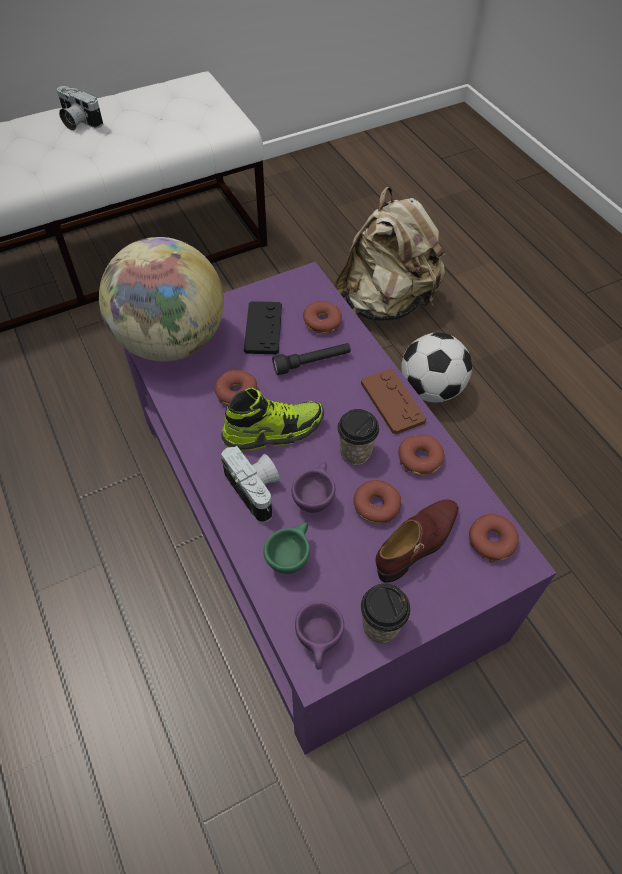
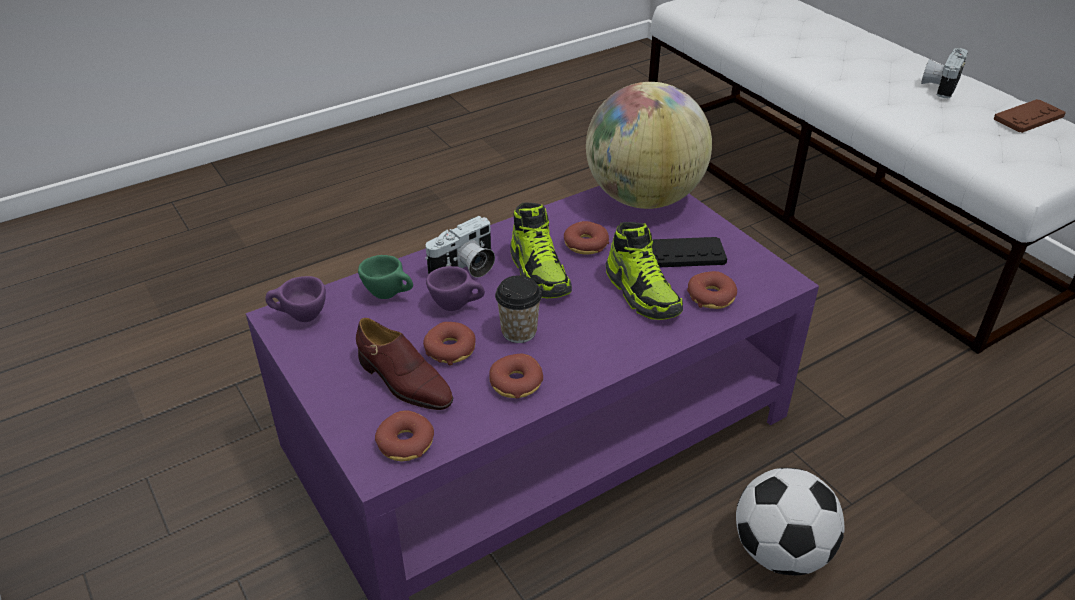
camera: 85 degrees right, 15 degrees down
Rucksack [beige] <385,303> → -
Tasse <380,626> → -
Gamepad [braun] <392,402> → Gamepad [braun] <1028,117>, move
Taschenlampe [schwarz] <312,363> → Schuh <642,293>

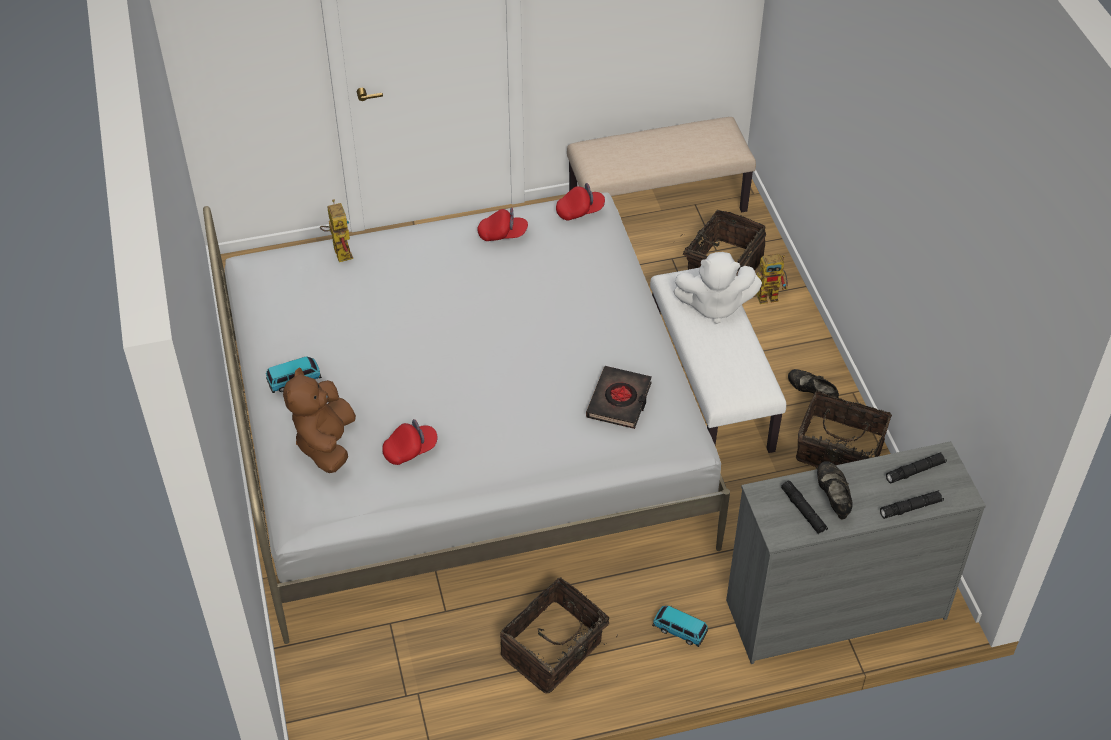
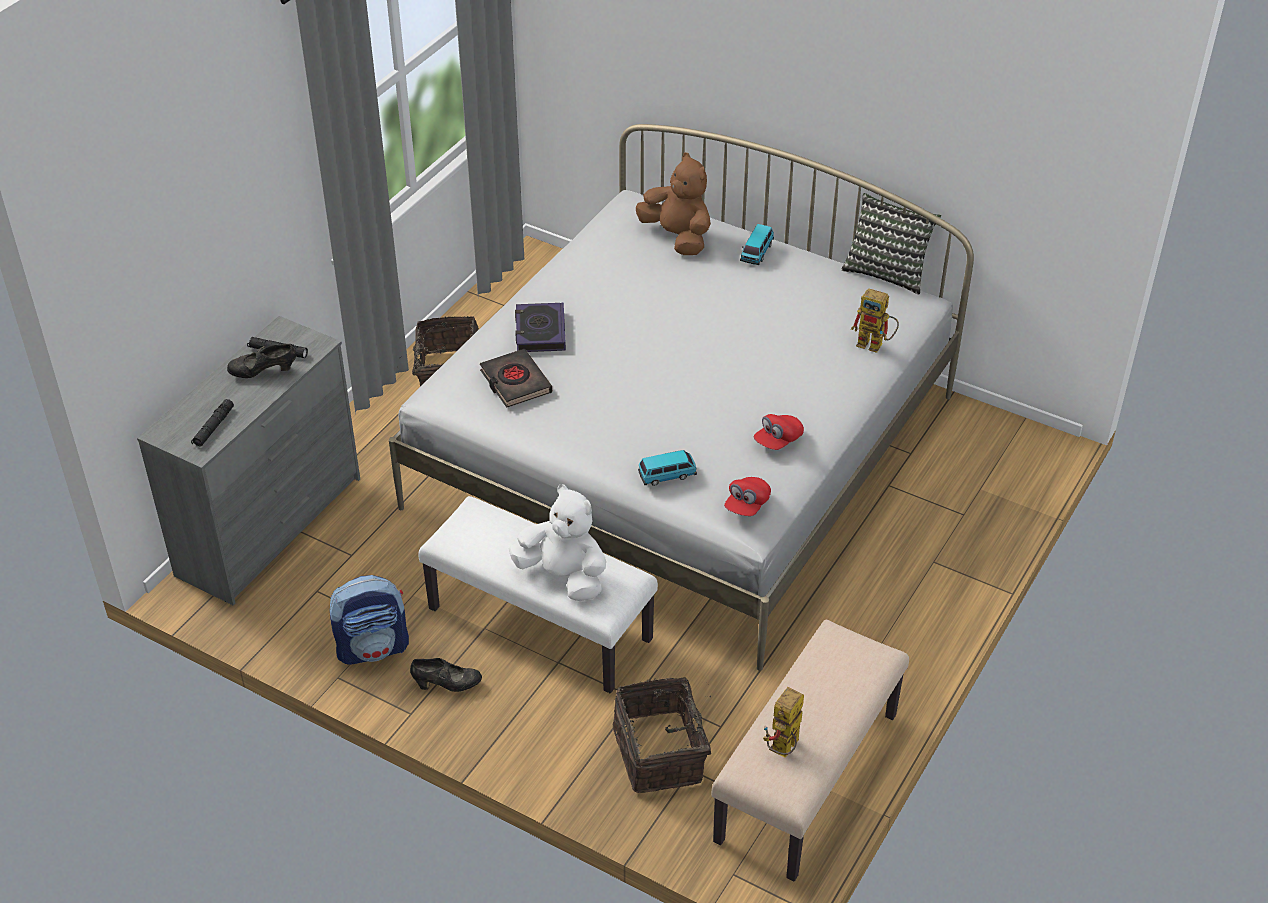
camera: 135 degrees right, 5 degrees down
Kappe [rot] <410,450> → -
Taschenlampe [schwarz] <910,508> → -
- → Buch <540,332>
- → Kissen <887,271>
Spielzeugauto <679,630> → Spielzeugauto <667,475>, move
Spielzeugroboter <771,295> → Spielzeugroboter <783,751>, move
Korb <838,452> → Rucksack <373,647>
Plüschtier [weiß] <714,305> → Plüschtier [weiß] <563,576>, 75 degrees clockwise
Schuh [schwarz] <833,497> → Schuh [schwarz] <263,372>, 135 degrees clockwise

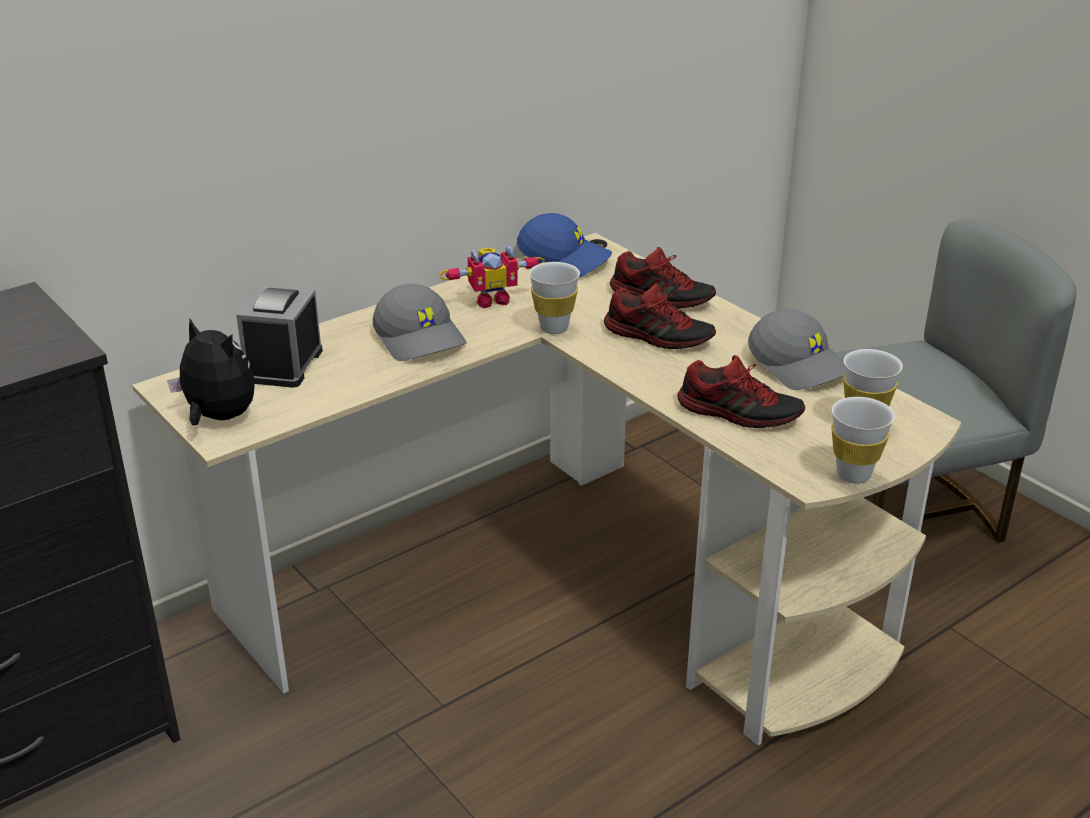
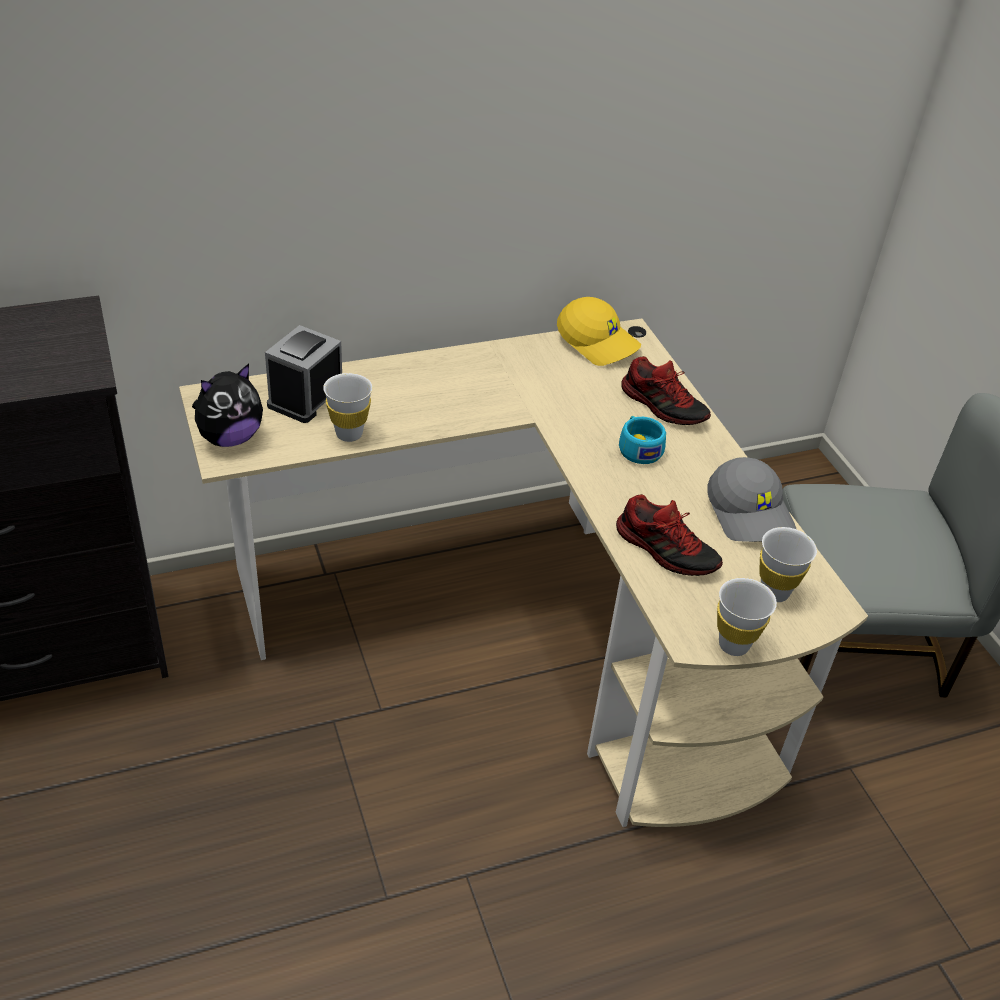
camera: 15 degrees right, 10 degrees up
Kappe [grau] <421,338> → -
Spielzeugroboter <491,299> → -
Tasse [weiß] <554,328> → Tasse [weiß] <349,434>, move
Schuh <658,336> → Tasse [türkis] <638,448>
Kappe [blau] <565,258> → Kappe [gelb] <598,342>
Plüschtier <218,418> → Plüschtier <230,438>, 90 degrees clockwise

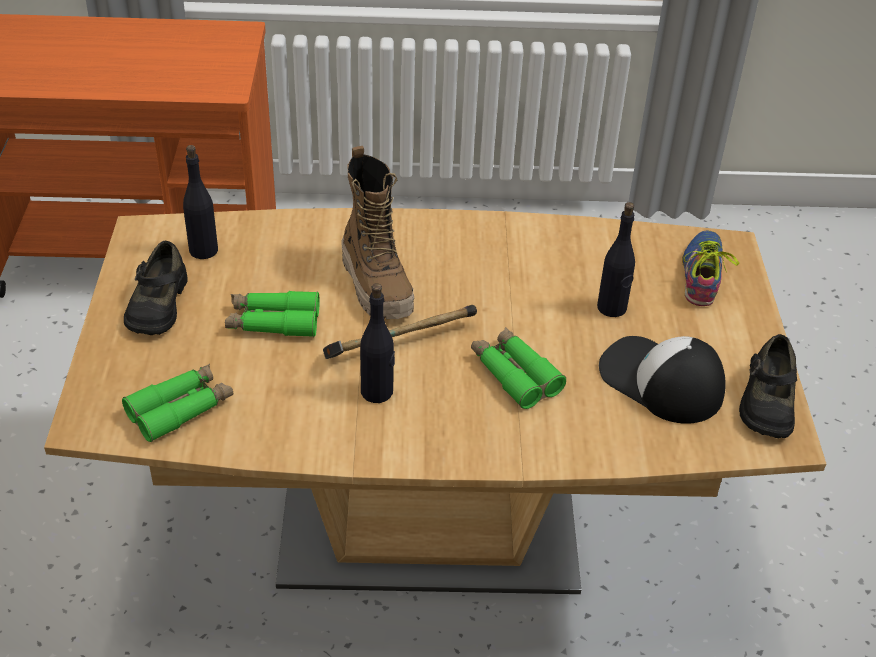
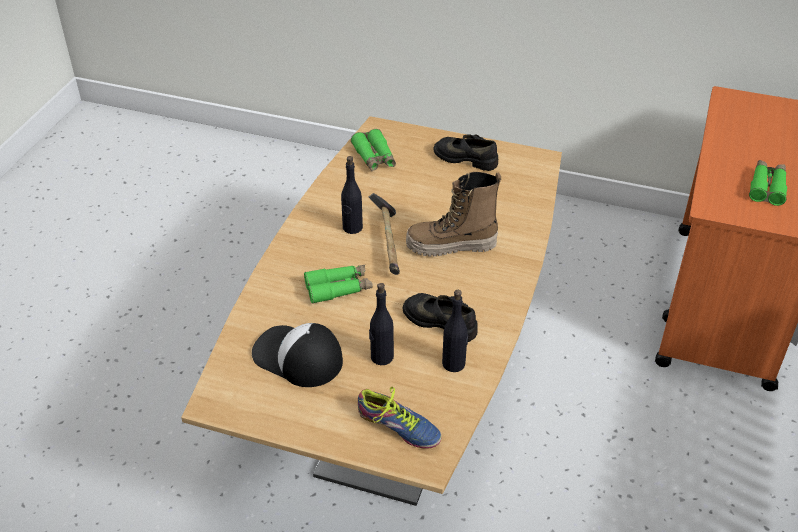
camera: 110 degrees right, 0 degrees up
Flasche [schwarz] <203,250> → Flasche [schwarz] <454,364>, move
Fernglas [grün] <273,322> → Fernglas [grün] <767,187>, move
Schuh [schwarz] <766,402> → Schuh [schwarz] <440,321>, move
Kappe <660,381> → Kappe <297,357>, 120 degrees counterclockwise

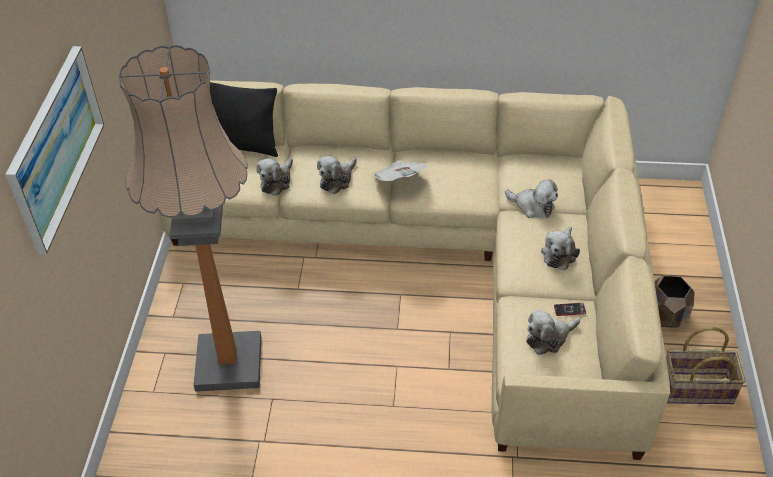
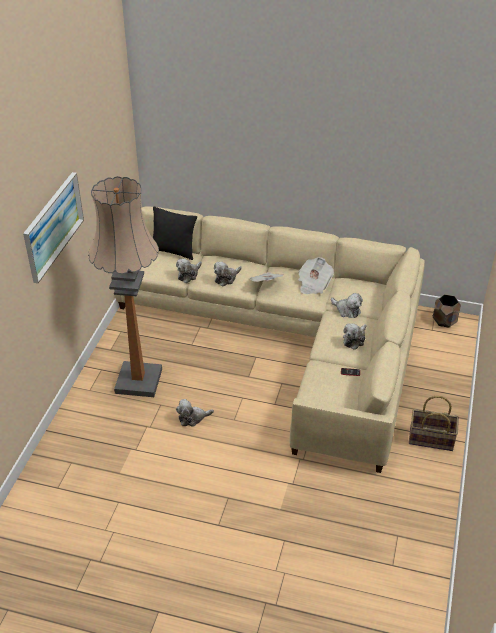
camera: 10 degrees right, 5 degrees down
- → Zeitung <313,284>
Plüschtier <549,338> → Plüschtier <192,418>, move
Pflanzkübel [braun] <665,316> → Pflanzkübel [braun] <444,321>, move

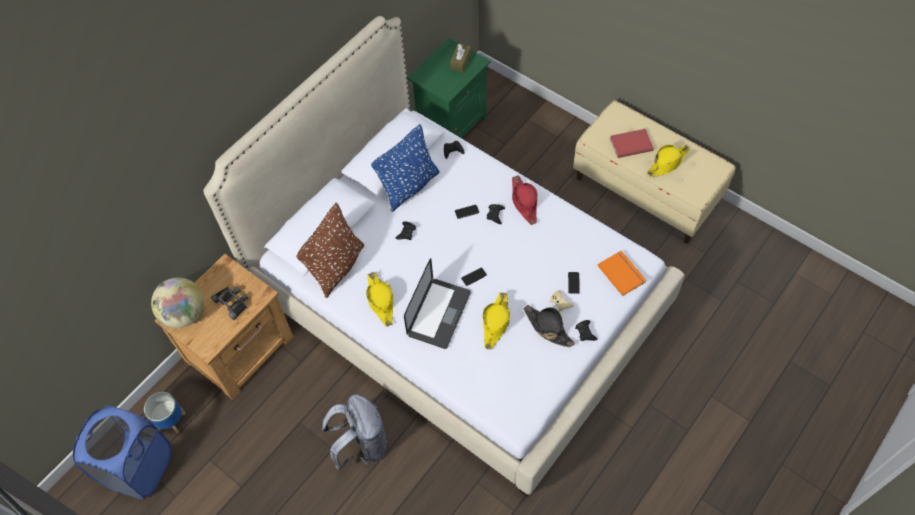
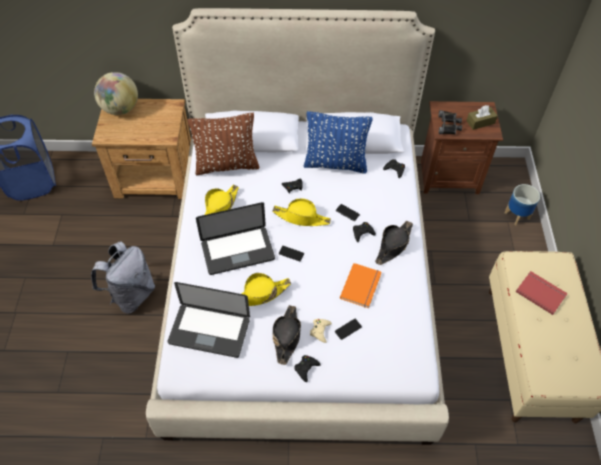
camera: 50 degrees right, 5 degrees down
- → Laptop <209,331>
Pflanzkübel <172,420> → Pflanzkübel <517,215>, move
Fernglas [schwarz] <233,302> → Fernglas [schwarz] <449,125>, move
Buch [orange] <622,273> → Buch [orange] <362,286>, move
Hut [gelb] <667,163> → Hut [gelb] <301,217>, move
Nachttisch [grün] <450,125> → Nachttisch [braun] <448,176>
Hut [rot] <524,202> → Hut [schwarz] <393,245>

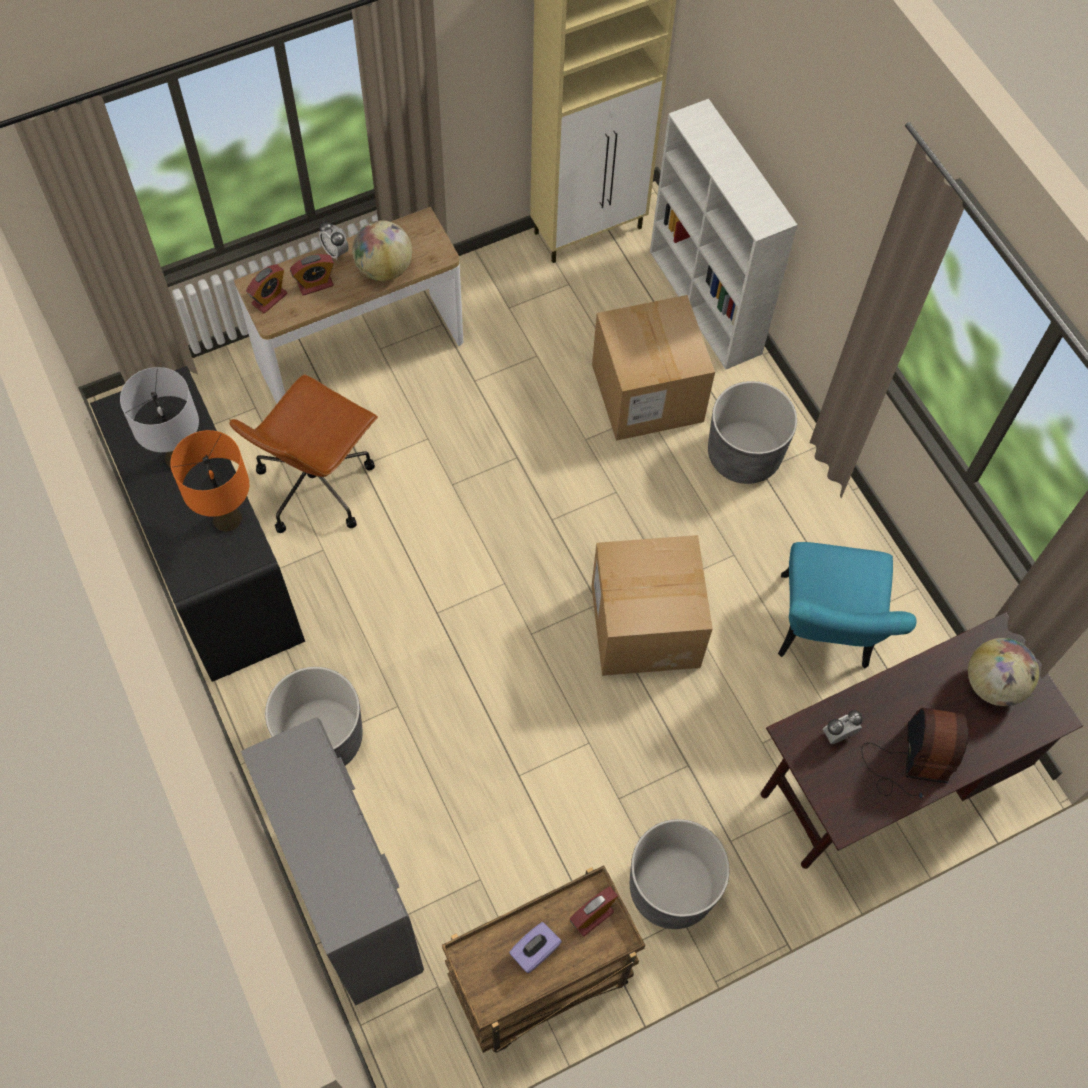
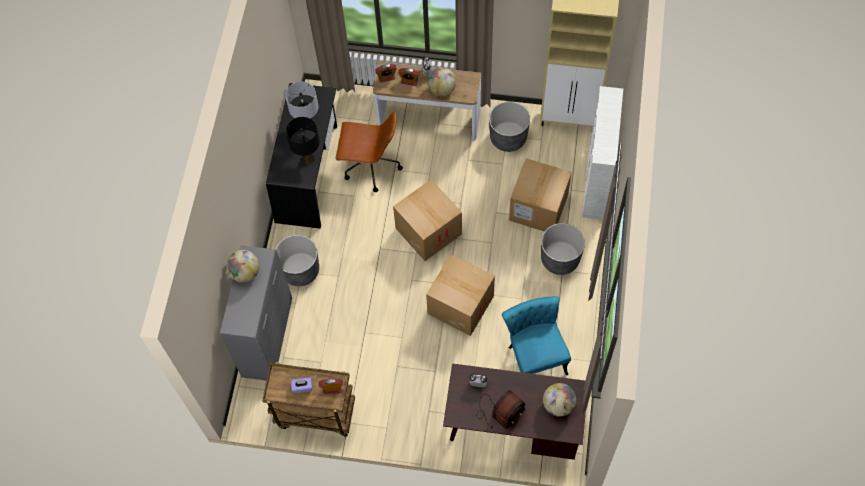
camera: 40 degrees right, 0 degrees up
- → Globus <245,272>
- → Karton <428,231>
Pflanzkübel [grau] <671,888> → Pflanzkübel [grau] <508,137>, move
Tischlampe [orange] <227,518> → Tischlampe [schwarz] <308,158>
Bürostuhl [braun] <316,483> → Bürostuhl [braun] <370,166>, 150 degrees counterclockwise
Stuhl [türkis] <824,633> → Stuhl [türkis] <534,354>, 120 degrees clockwise

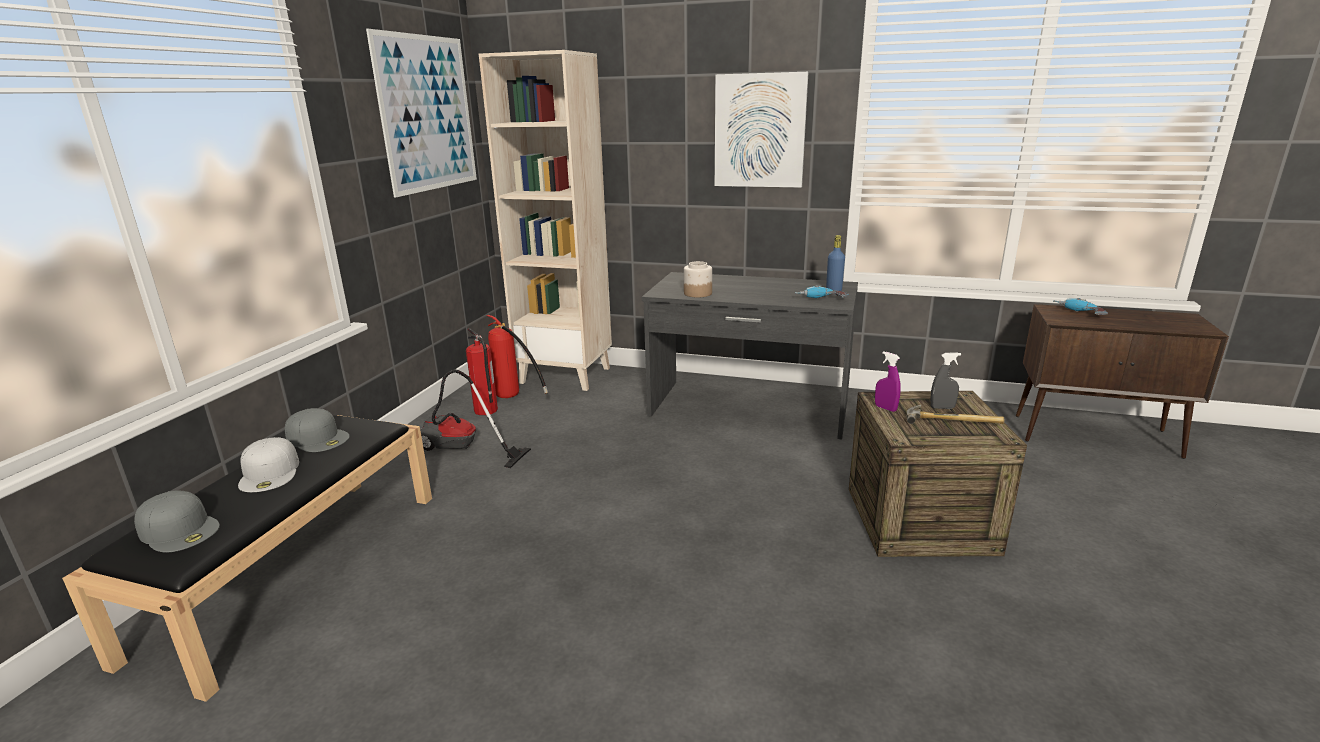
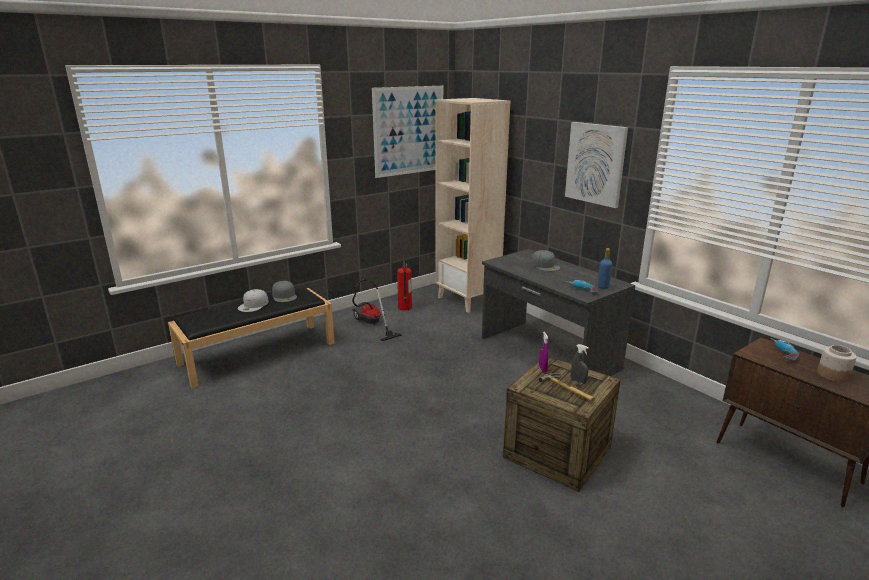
camera: 35 degrees right, 0 degrees up
Feuerlöscher <515,398> → -
Kappe [grau] <180,529> → Kappe [grau] <545,265>, move
Vorratsglas <697,293> → Vorratsglas <832,375>, move

